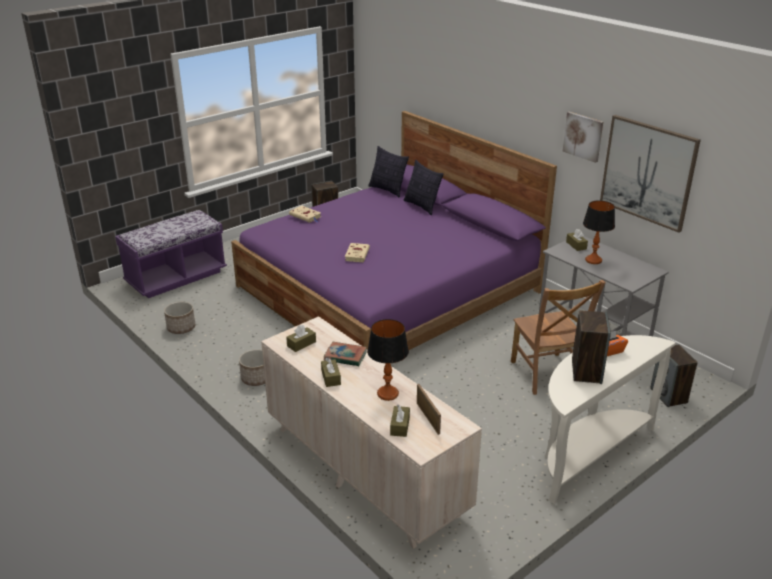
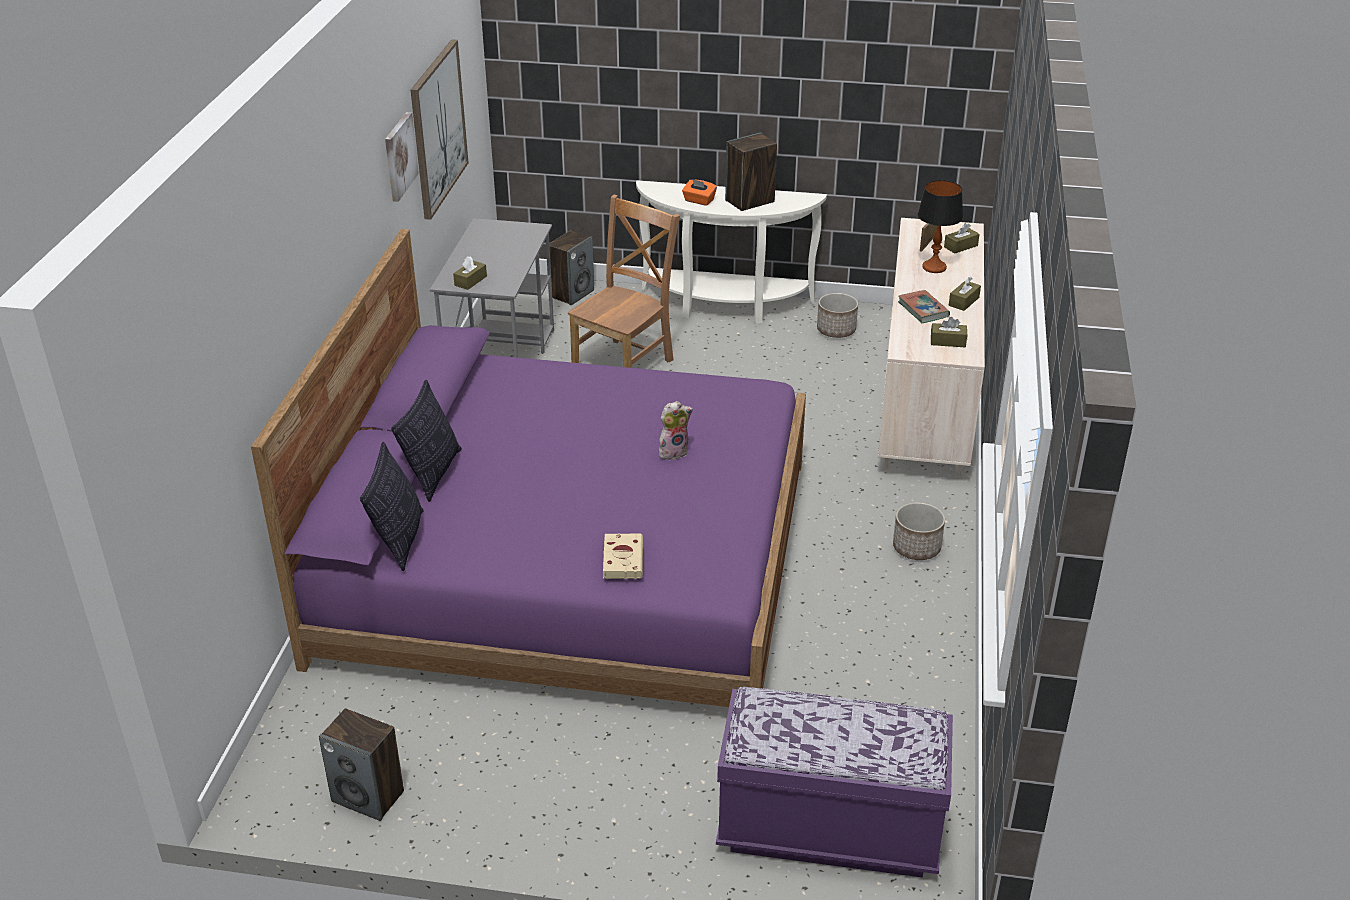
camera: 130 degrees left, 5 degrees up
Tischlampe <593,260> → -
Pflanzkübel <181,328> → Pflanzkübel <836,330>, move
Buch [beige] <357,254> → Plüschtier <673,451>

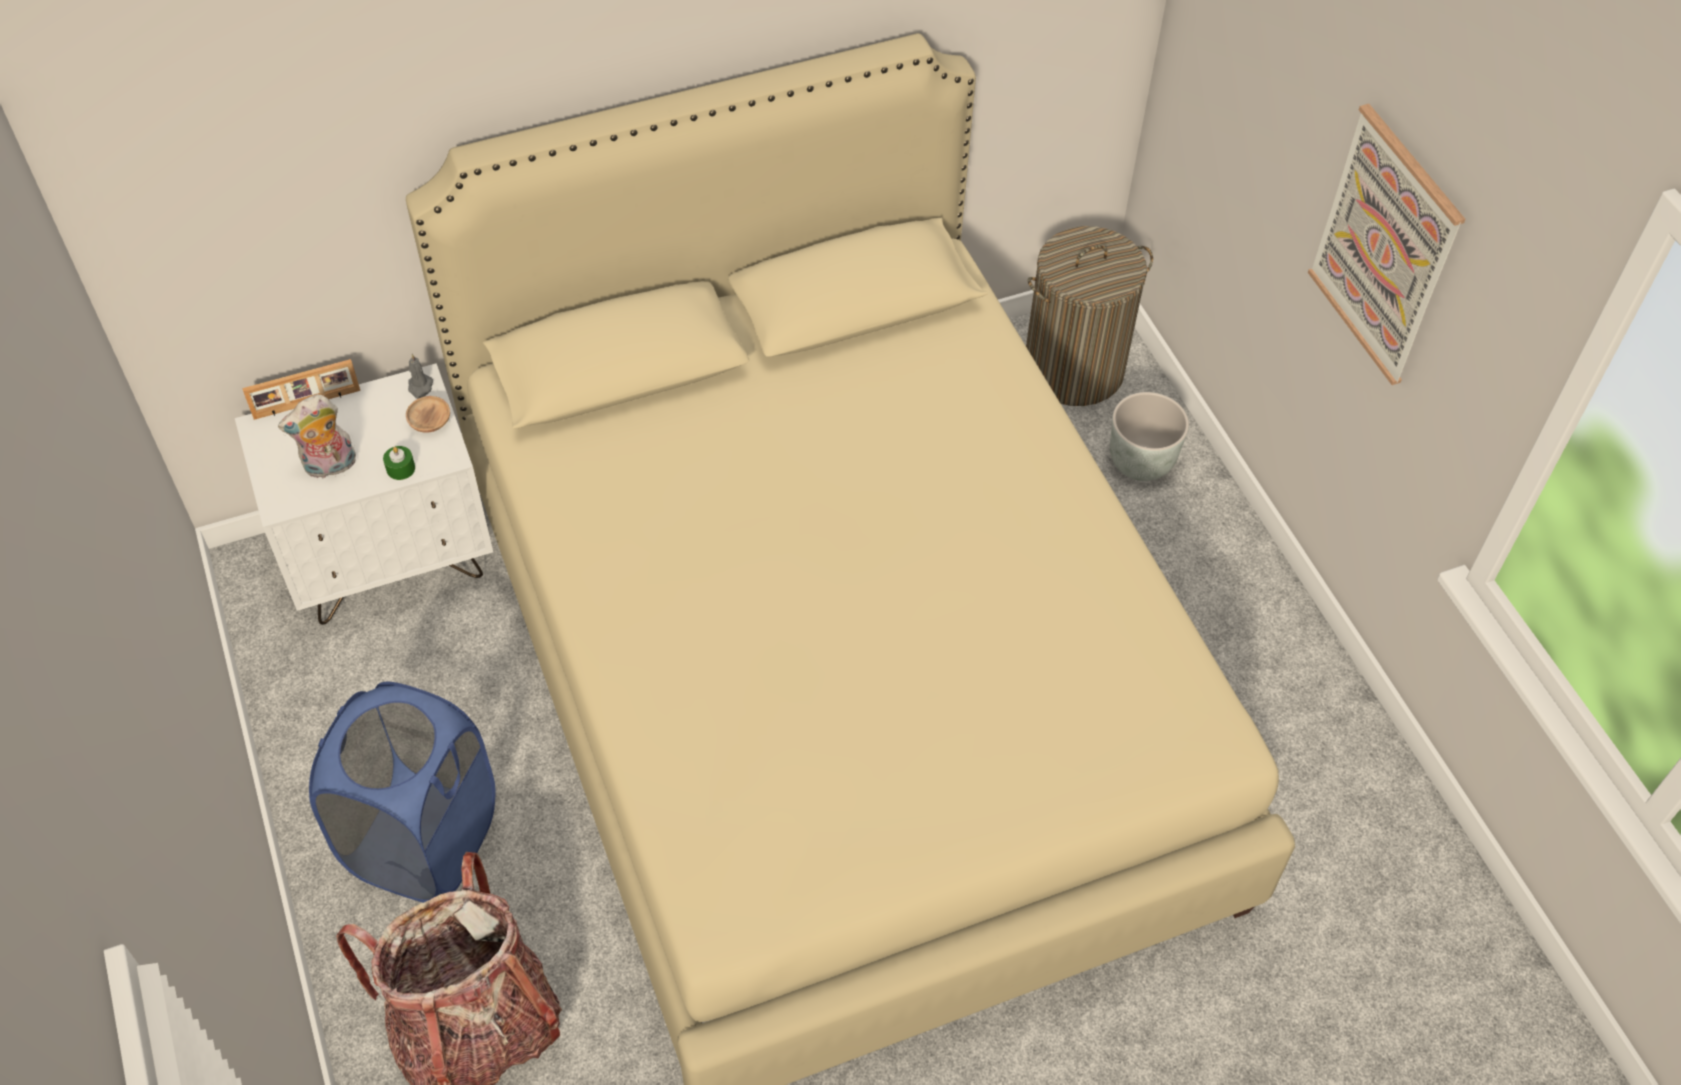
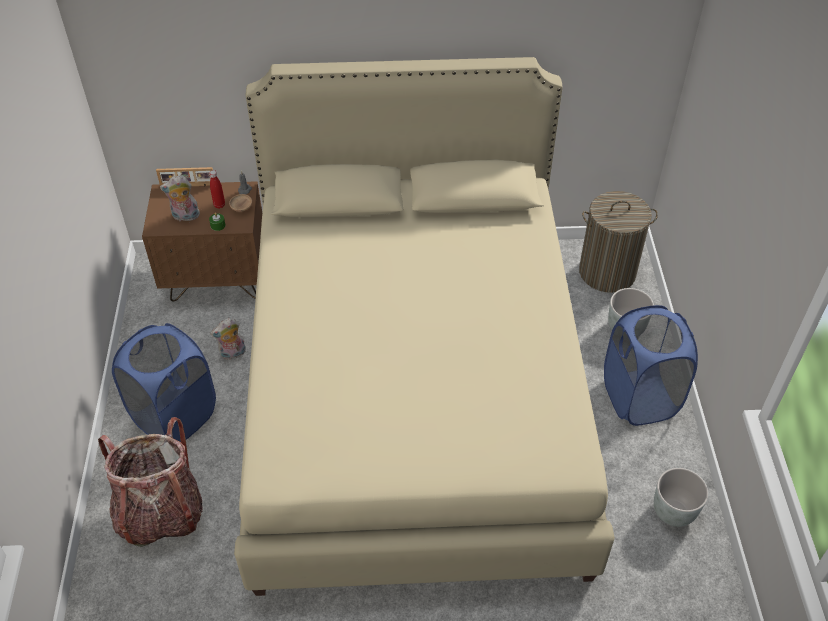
camera: 20 degrees right, 5 degrees down
Bild <1385,246> → -
- → Flasche [rot] <219,205>
- → Plüschtier <232,354>
- → Wäschekorb [blau] <639,398>
- → Pflanzkübel [grau] <673,511>
Nachttisch [weiß] <391,560> → Nachttisch [braun] <217,279>

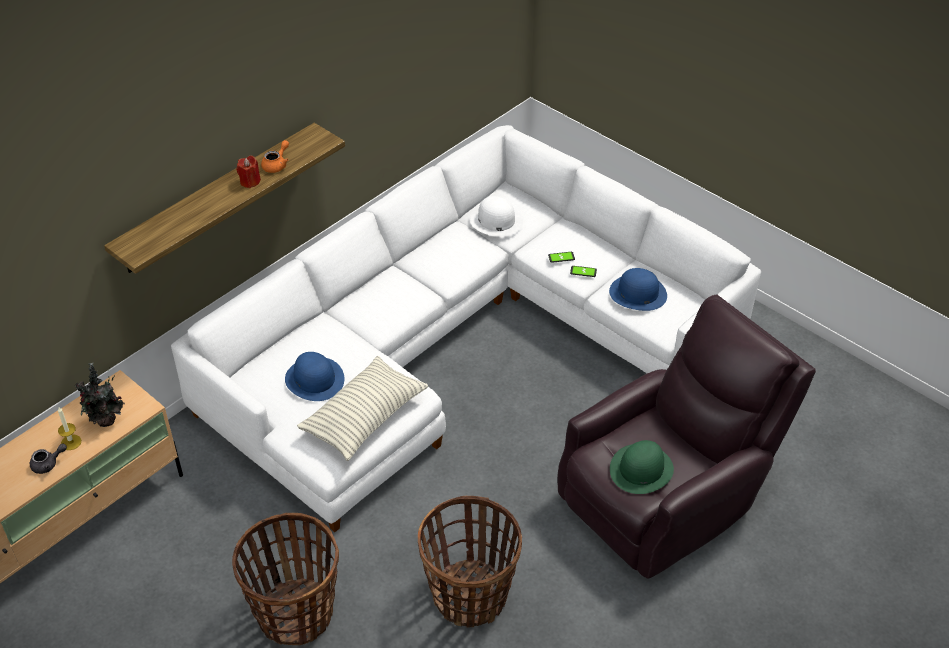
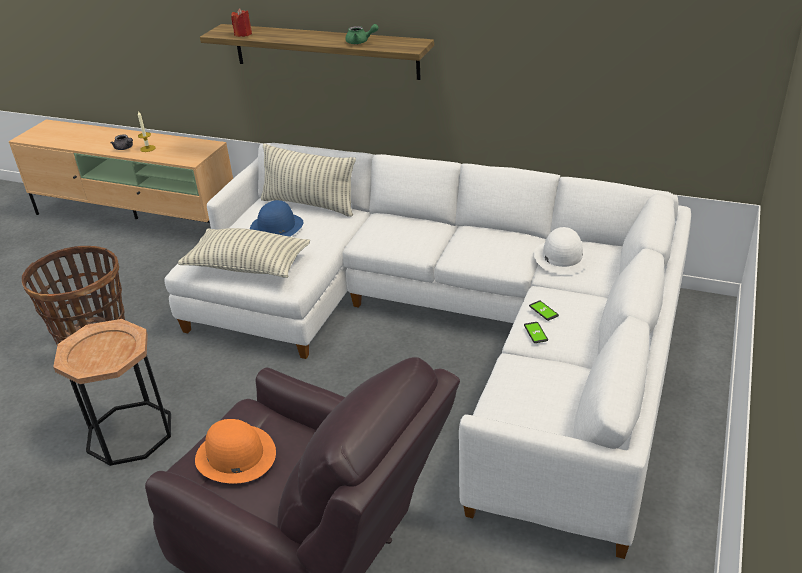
camera: 70 degrees right, 10 degrees down
Topfpflanze <106,422> → -
Hut [blau] <637,293> → -
- → Kissen <309,204>
Kerze [rot] <250,181> → Kerze [rot] <243,34>, move
Korb <470,595> → Beistelltisch [braun] <130,432>
Teekanne [orange] <277,165> → Teekanne [grün] <360,42>
Hut [grün] <641,469> → Hut [orange] <235,455>

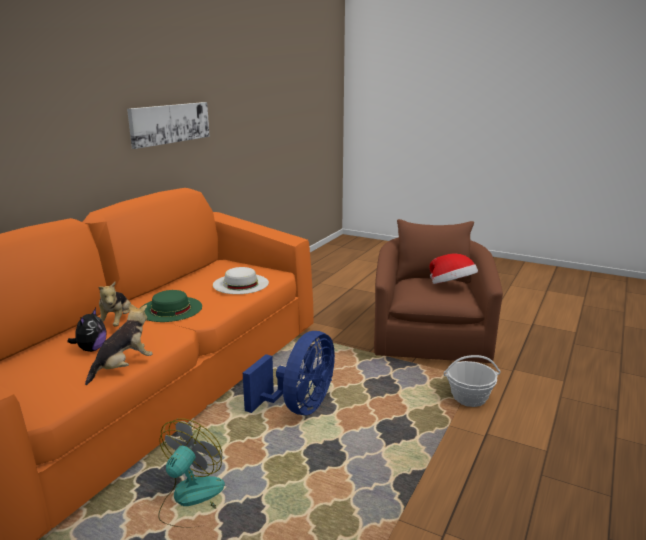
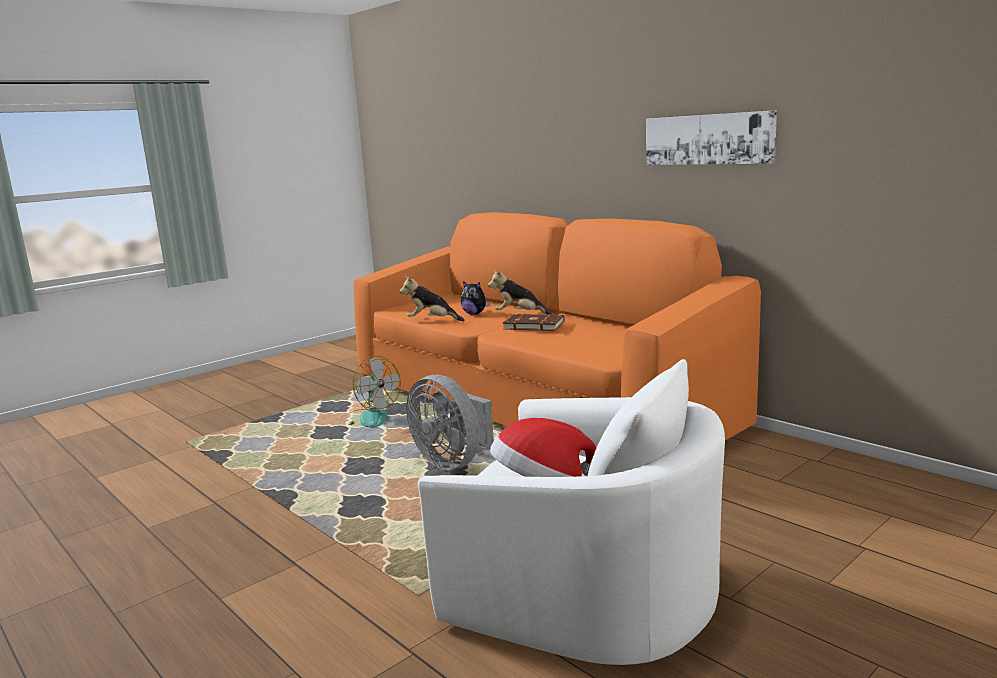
camera: 110 degrees right, 5 degrees down
Hut [weiß] <240,283> → -
Korb <469,397> → -
Hut [grün] <170,309> → Buch [braun] <533,325>
Ventilator [blau] <299,407> → Ventilator [grau] <453,462>
Sessel [braun] <431,337> → Sessel [weiß] <585,592>
Plüschtier <123,367> → Plüschtier <432,321>, 135 degrees clockwise

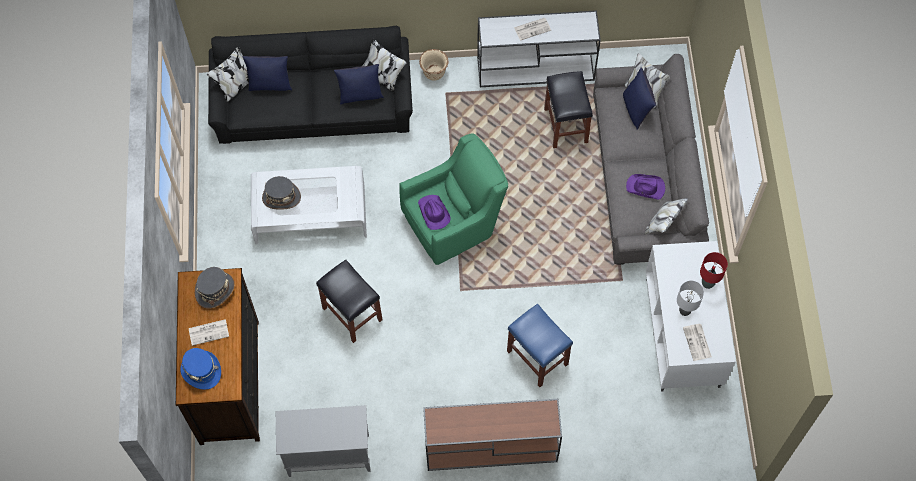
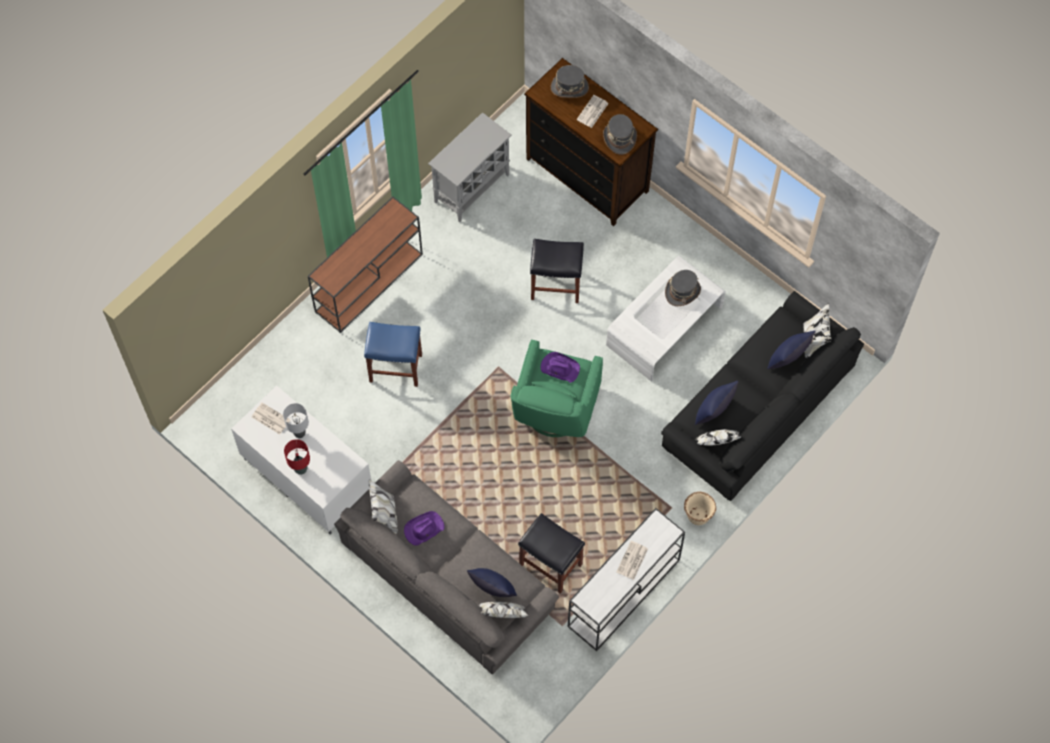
camera: 135 degrees right, 0 degrees up
Hut [blau] <201,371> → Hut [grau] <569,87>

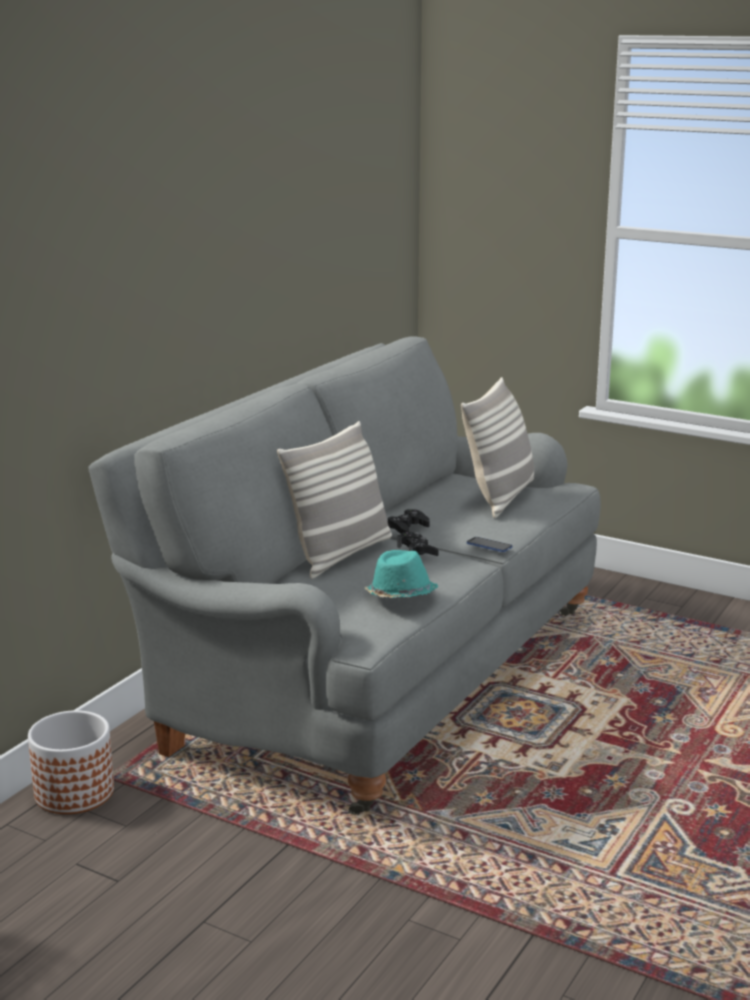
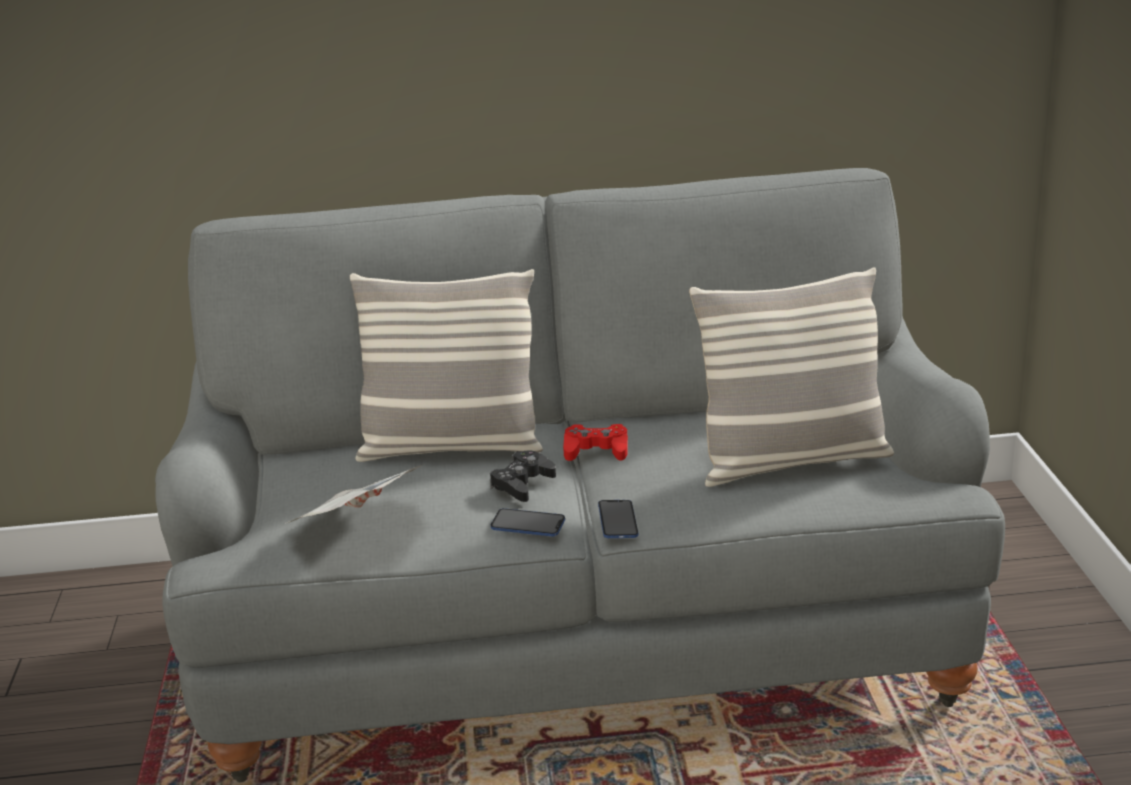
camera: 55 degrees right, 5 degrees up
Pflanzkübel <74,792> → -
- → Handy <528,524>
Hut [türkis] <400,596> → Zeitung <357,529>
Gamepad [schwarz] <407,528> → Gamepad [rot] <596,450>

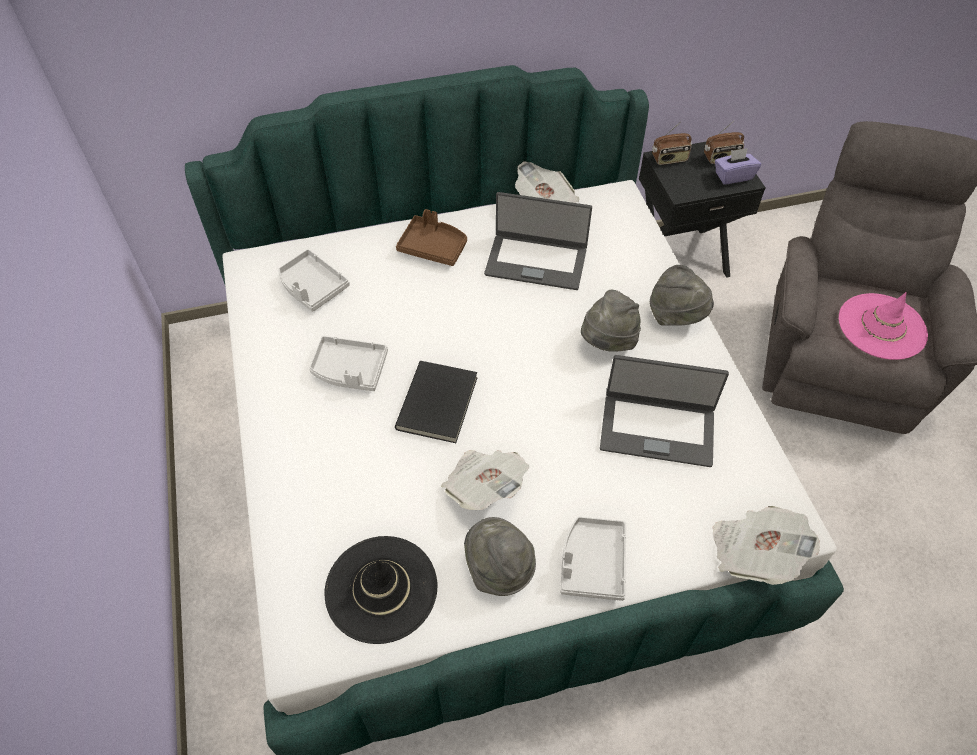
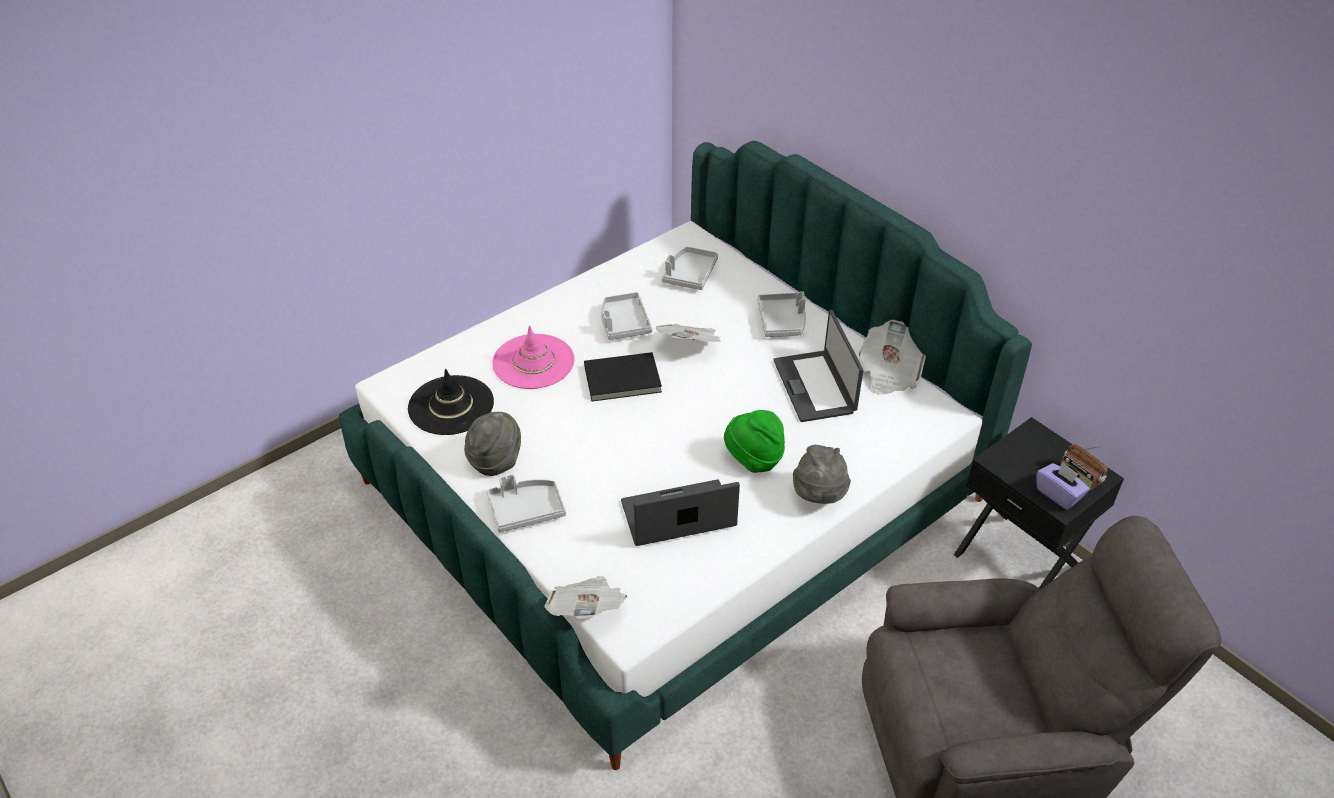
camera: 65 degrees right, 10 degrees down
Radio <669,159> → -
Zeitung <484,487> → Zeitung <690,346>, move
Hut [rosa] <881,326> → Hut [rosa] <533,362>, move
Tablett [braun] <433,247> → Tablett [grau] <782,321>
Hut [grau] <607,342> → Hut [grün] <753,458>
Laptop <657,429> → Laptop <678,516>, 90 degrees clockwise

